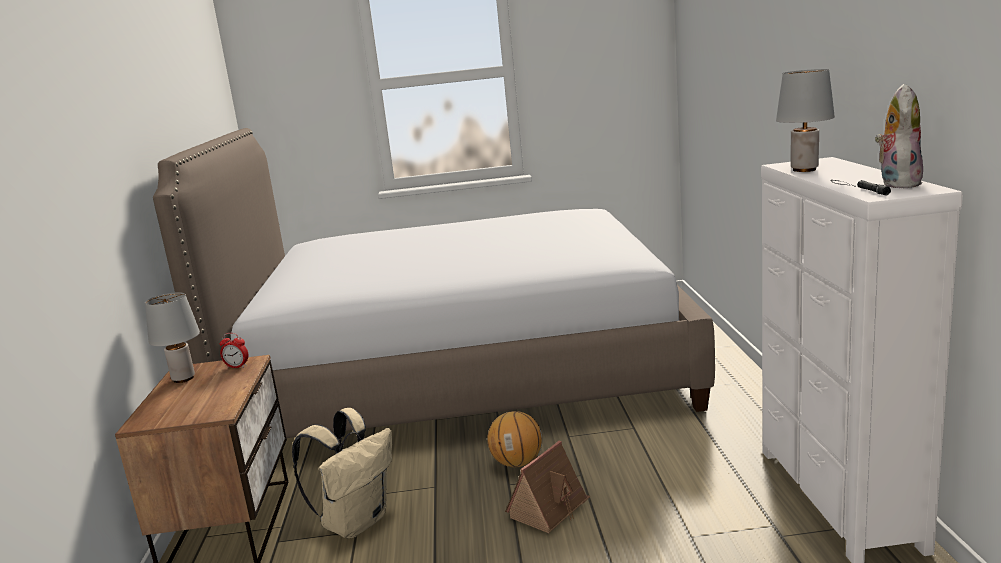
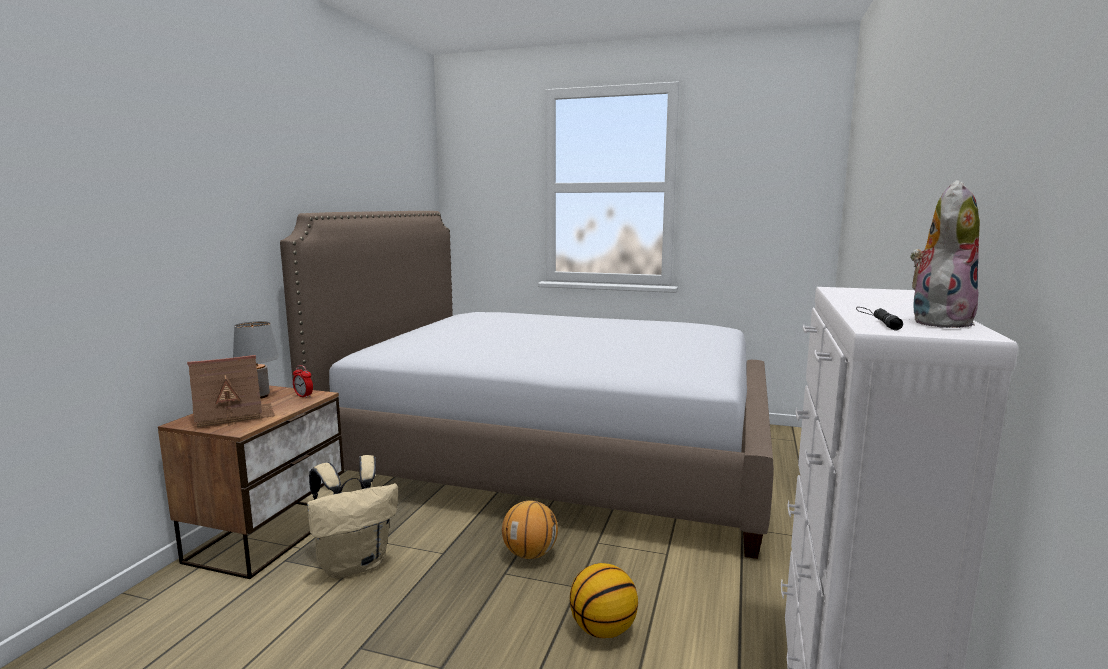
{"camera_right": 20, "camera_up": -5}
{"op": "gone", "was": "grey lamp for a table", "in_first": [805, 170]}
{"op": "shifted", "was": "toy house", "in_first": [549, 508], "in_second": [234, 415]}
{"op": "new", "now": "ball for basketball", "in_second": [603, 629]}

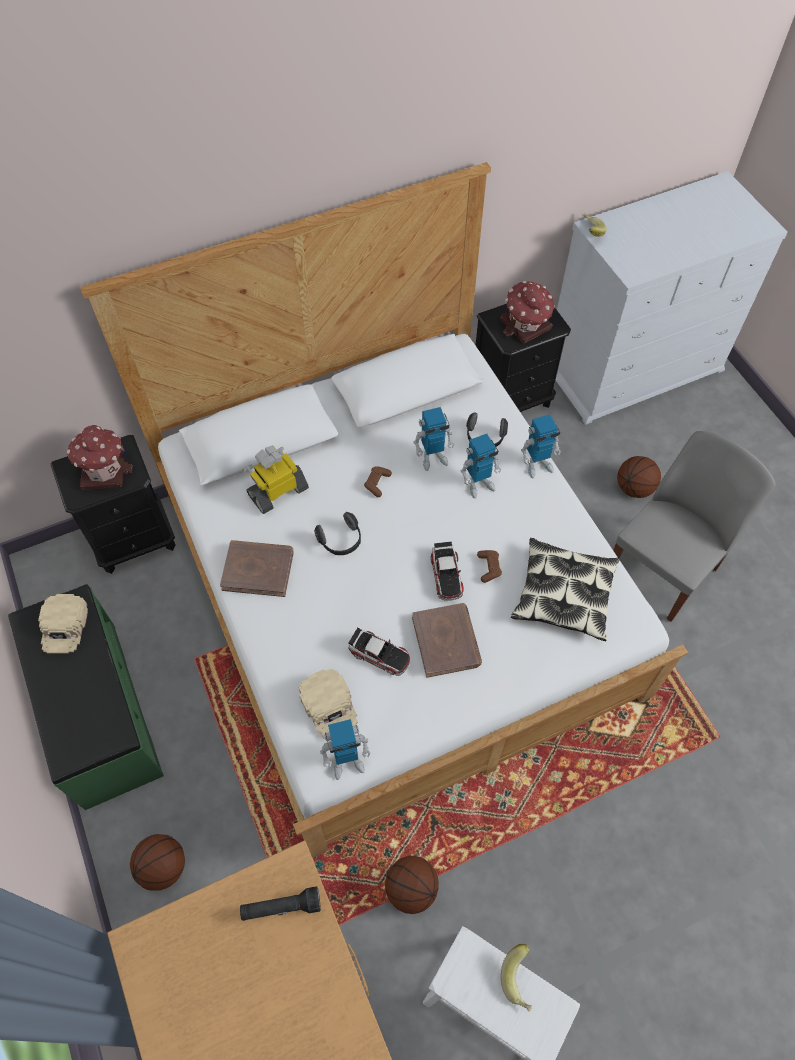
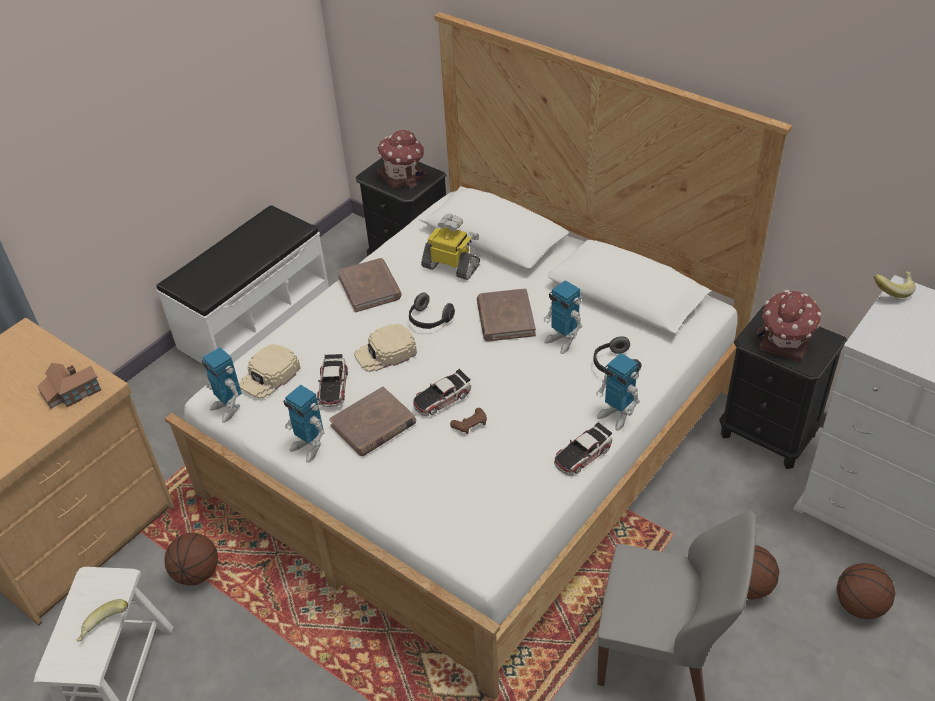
{"camera_right": 65, "camera_up": -15}
{"op": "shifted", "was": "toy robot", "in_first": [478, 484], "in_second": [309, 447]}
{"op": "swapped", "was": "brown game controller", "now": "brown volume", "in_first": [377, 483], "in_second": [505, 318]}
{"op": "gone", "was": "pillow", "in_first": [564, 594]}
{"op": "repainted", "was": "green long seat", "now": "white long seat", "in_first": [99, 713], "in_second": [254, 318]}
{"op": "shifted", "was": "sand-coloured baseball cap", "in_first": [64, 626], "in_second": [386, 353]}
{"op": "shifted", "was": "ball for basketball", "in_first": [163, 866], "in_second": [860, 605]}
{"op": "swapped", "was": "black-coloured torch", "now": "toy house", "in_first": [281, 907], "in_second": [71, 392]}
{"op": "new", "now": "model car", "in_second": [582, 454]}

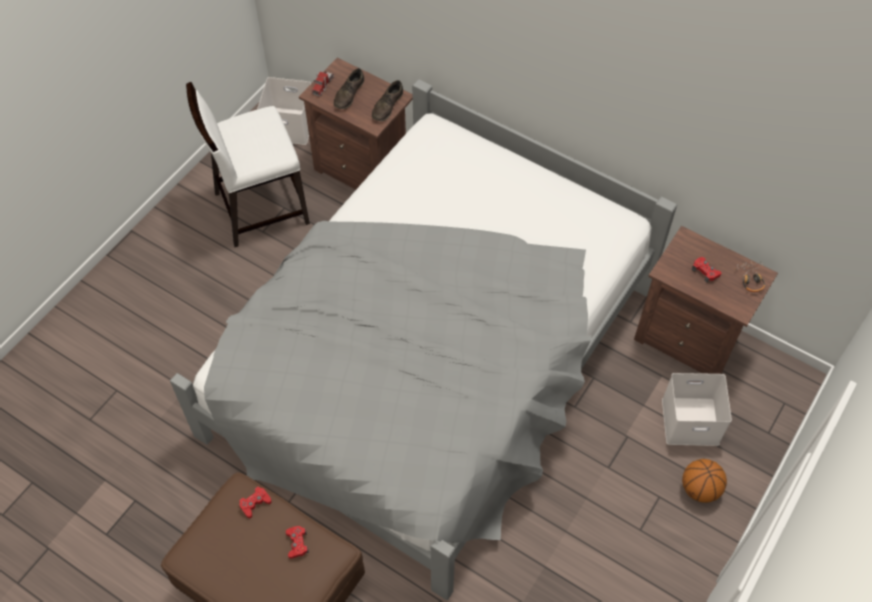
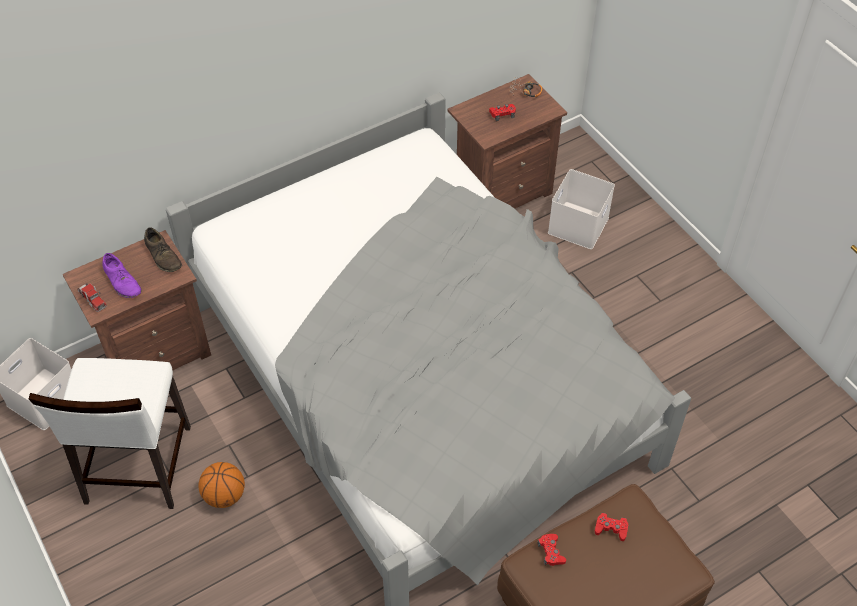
{"camera_right": -65, "camera_up": -5}
{"op": "repainted", "was": "brown item of footwear", "now": "purple item of footwear", "in_first": [349, 94], "in_second": [122, 281]}
{"op": "shifted", "was": "ball for basketball", "in_first": [700, 489], "in_second": [225, 495]}

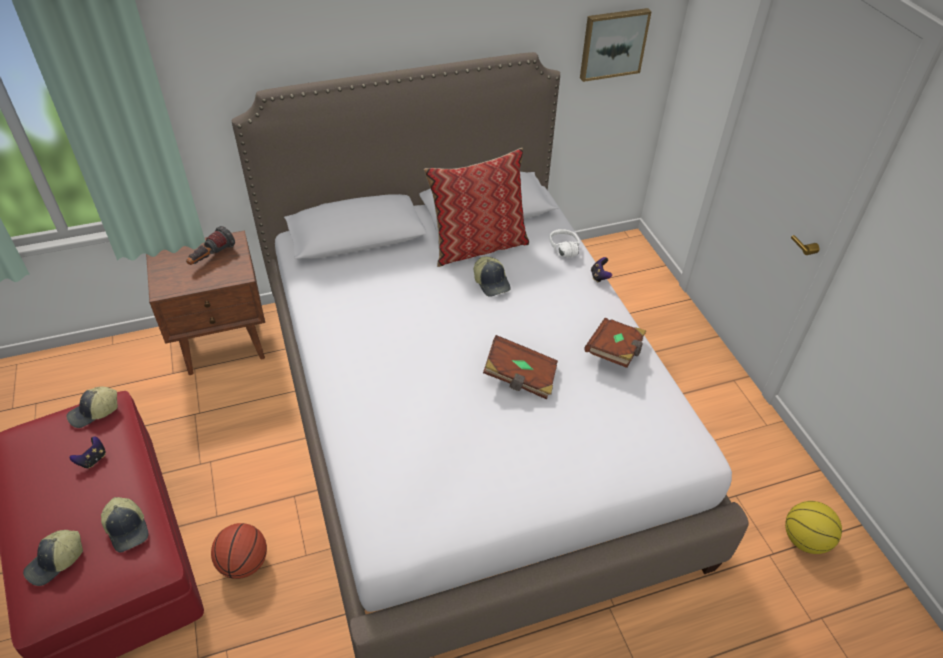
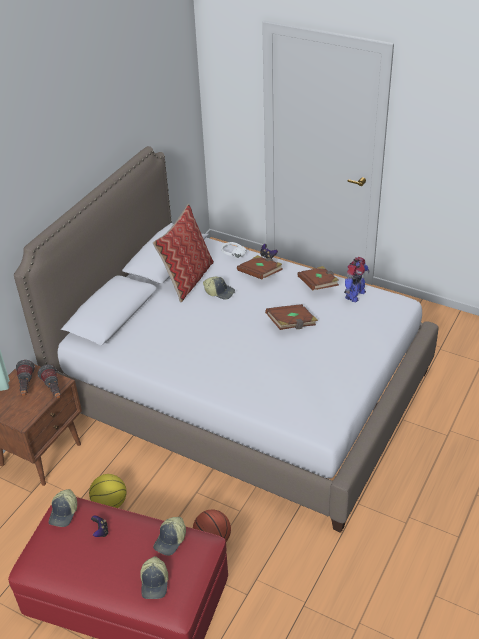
{"camera_right": -40, "camera_up": -5}
{"op": "gone", "was": "wall picture", "in_first": [613, 43]}
{"op": "rotated", "was": "baseball cap", "in_first": [128, 528], "in_second": [171, 540], "clockwise": 105}
{"op": "shifted", "was": "ball for basketball", "in_first": [804, 539], "in_second": [110, 503]}
{"op": "new", "now": "brown volume", "in_second": [260, 274]}
{"op": "new", "now": "toy robot", "in_second": [354, 295]}
{"op": "new", "now": "torch", "in_second": [53, 390]}

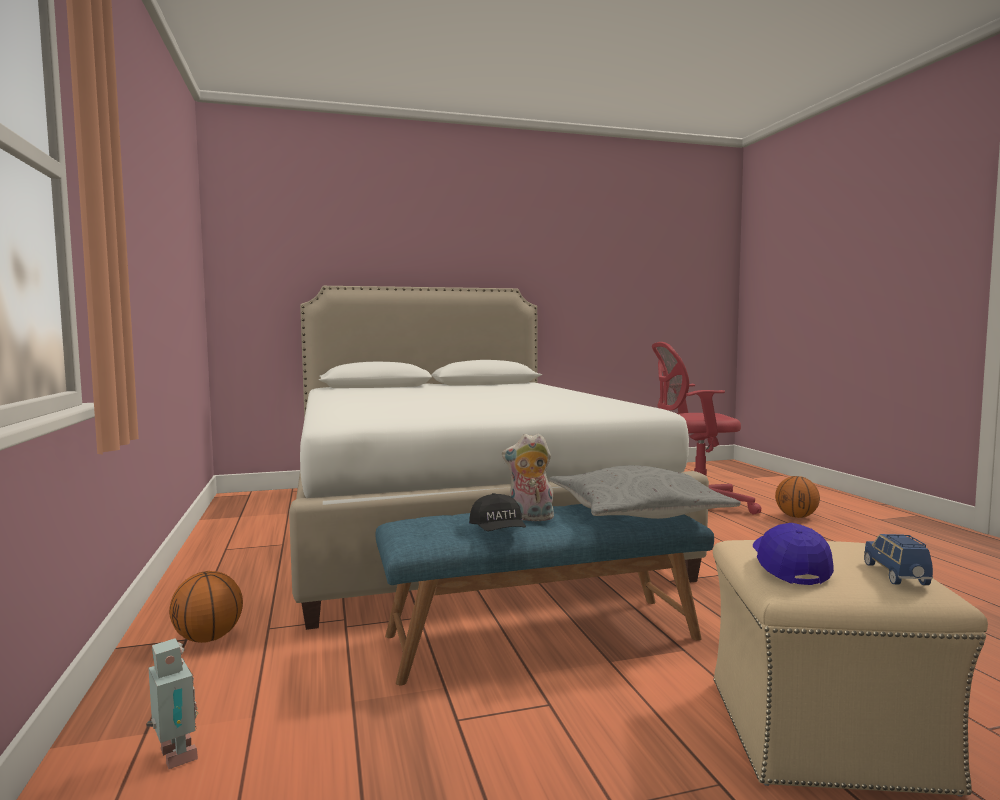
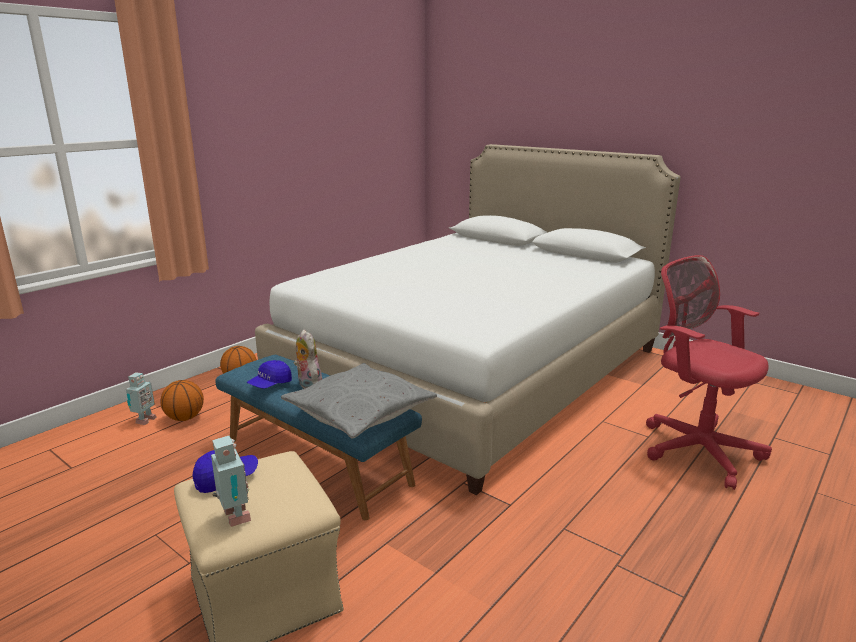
{"camera_right": 55, "camera_up": 15}
{"op": "shifted", "was": "ball for basketball", "in_first": [796, 516], "in_second": [185, 418]}
{"op": "repainted", "was": "black-coloured baseball cap", "now": "blue baseball cap", "in_first": [498, 531], "in_second": [270, 384]}
{"op": "swapped", "was": "blue model car", "now": "toy robot", "in_first": [896, 575], "in_second": [234, 518]}

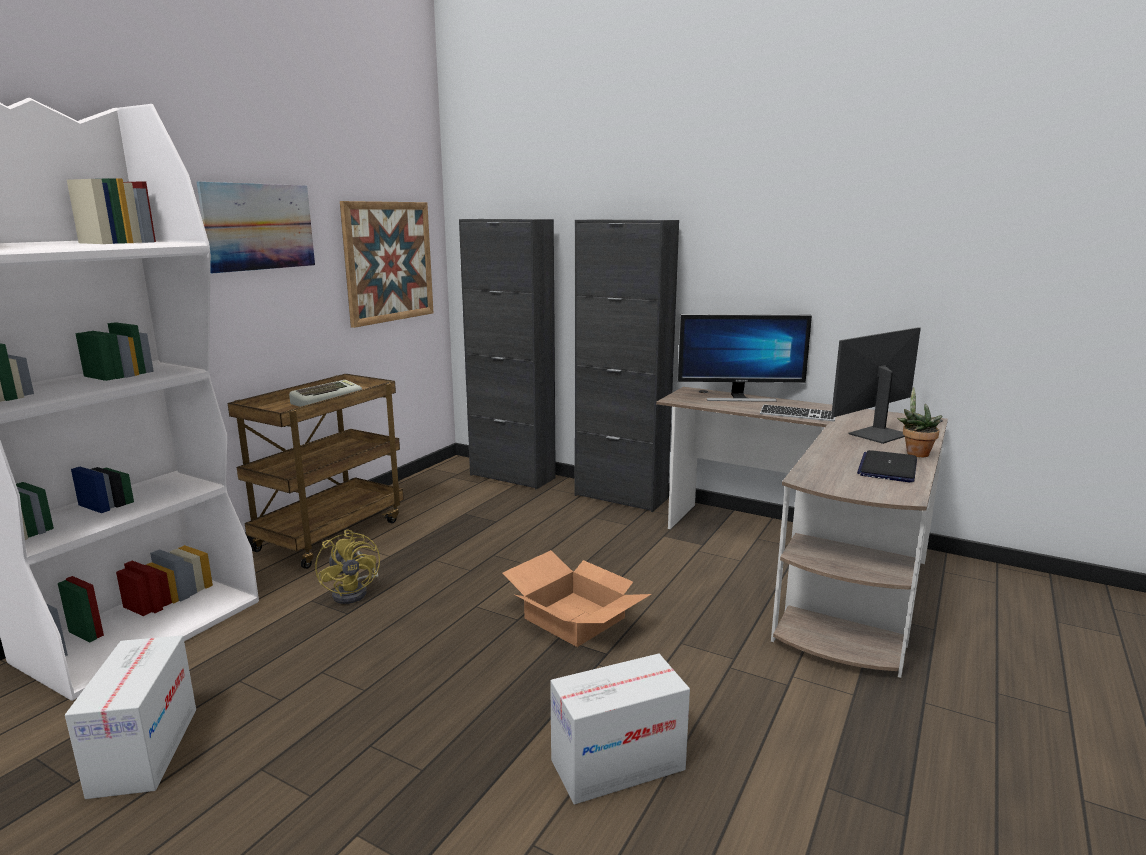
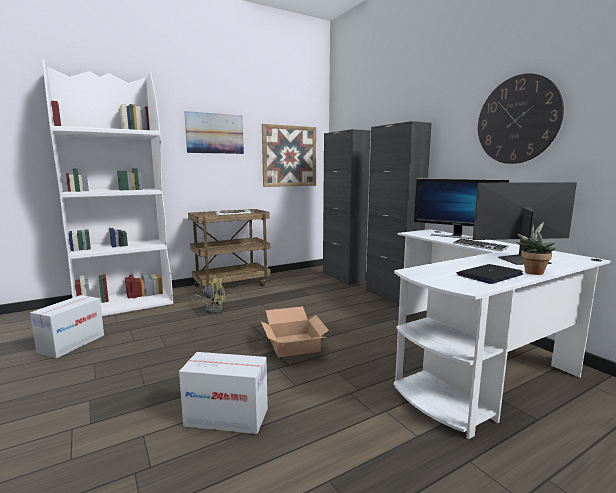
{"camera_right": 30, "camera_up": -5}
{"op": "repainted", "was": "brown desk", "now": "white desk", "in_first": [810, 569], "in_second": [475, 357]}
{"op": "rotated", "was": "yellow-coloured electric fan", "in_first": [355, 592], "in_second": [212, 309], "clockwise": -90}
{"op": "new", "now": "hanging clock", "in_second": [517, 120]}

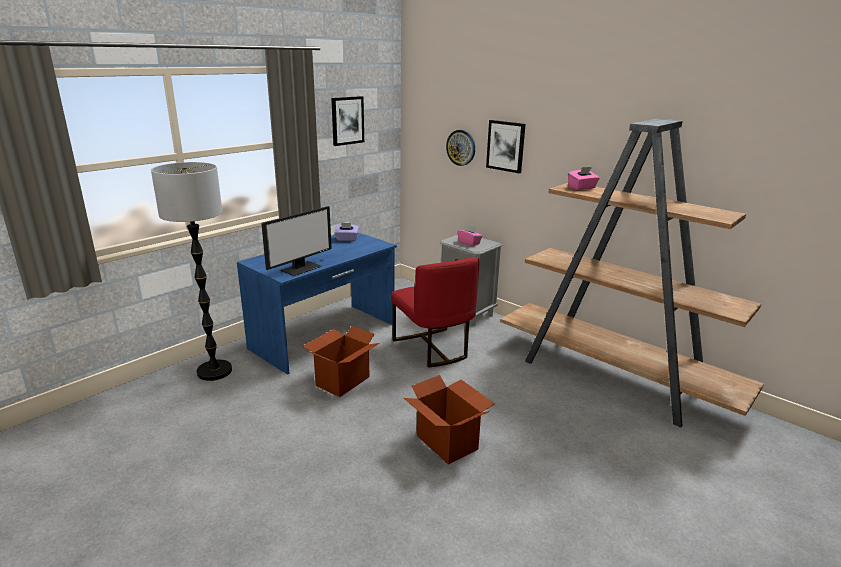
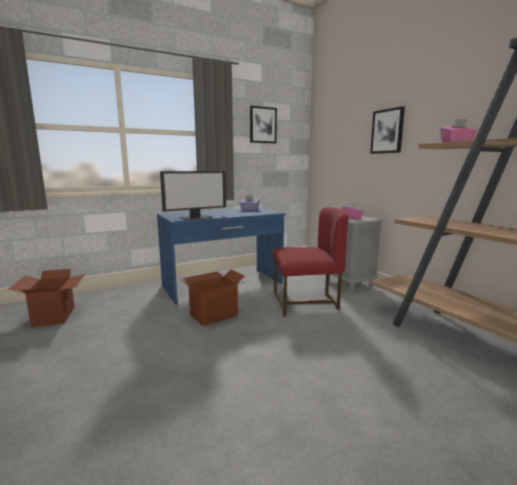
{"camera_right": 20, "camera_up": -10}
{"op": "gone", "was": "hanging clock", "in_first": [461, 147]}
{"op": "gone", "was": "standing lamp", "in_first": [214, 371]}
{"op": "rotated", "was": "red plain chair", "in_first": [433, 348], "in_second": [306, 303], "clockwise": -90}
{"op": "shifted", "was": "cardboard box", "in_first": [447, 442], "in_second": [55, 316]}

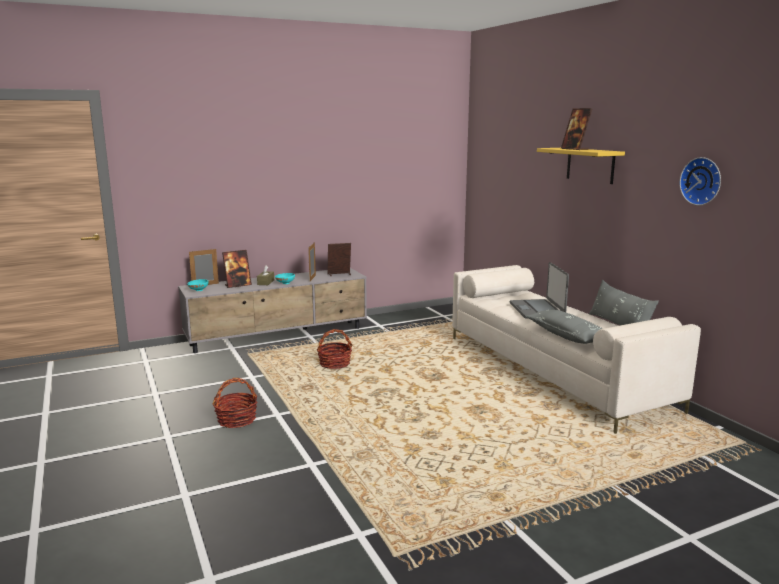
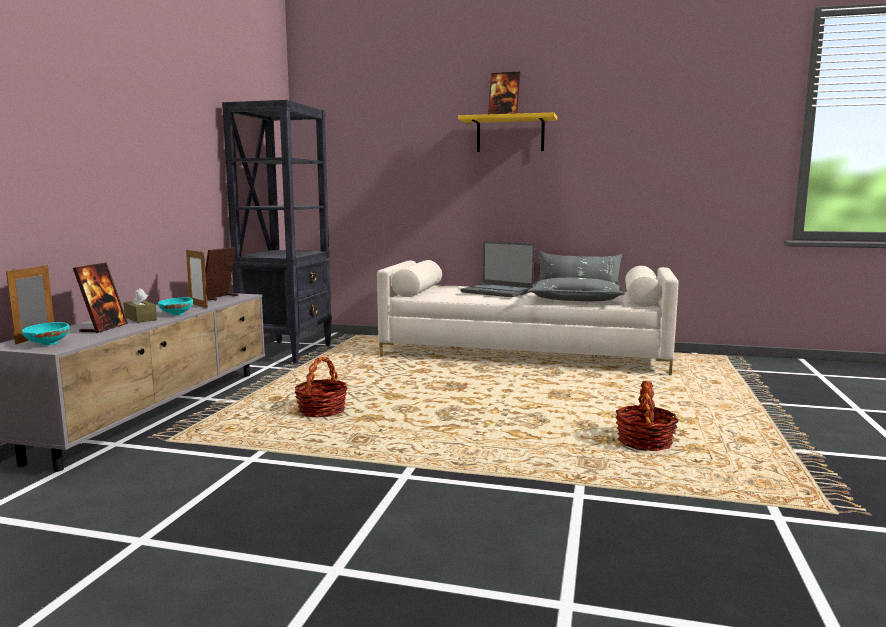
{"camera_right": -50, "camera_up": -5}
{"op": "gone", "was": "hanging clock", "in_first": [702, 181]}
{"op": "shifted", "was": "storage basket", "in_first": [236, 420], "in_second": [644, 442]}
{"op": "new", "now": "black-coloured bookshelf", "in_second": [287, 351]}

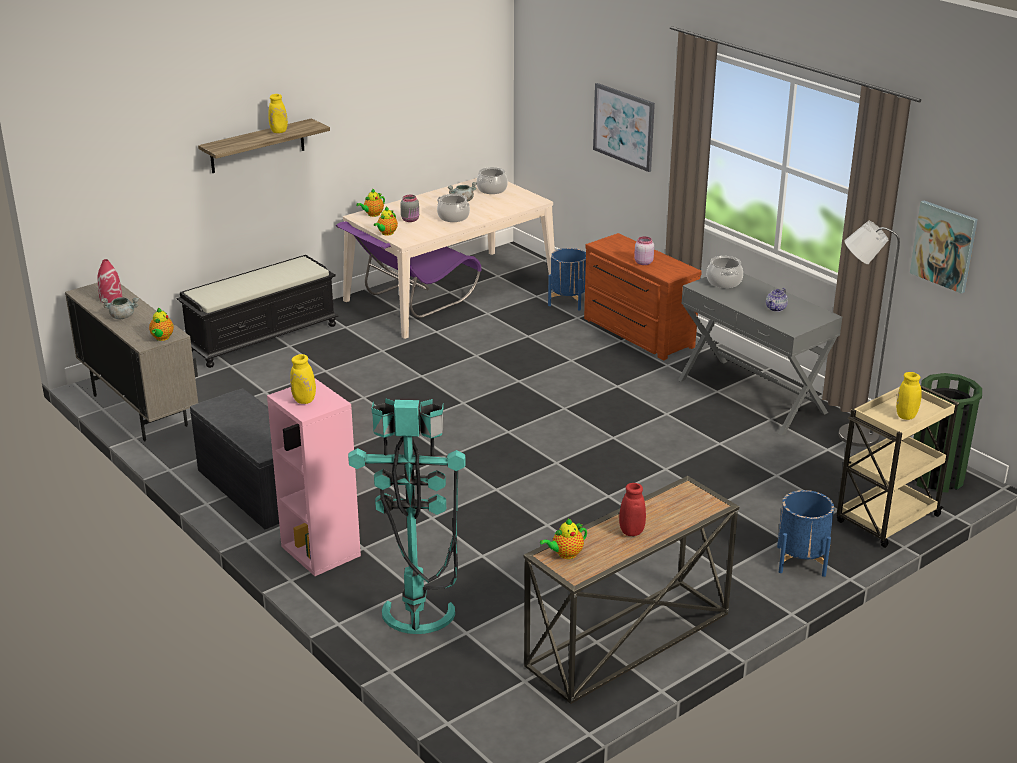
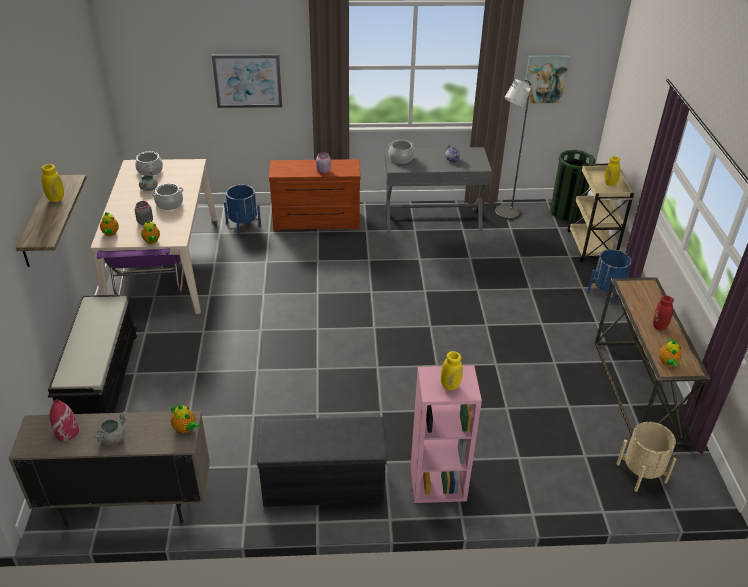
{"camera_right": -55, "camera_up": 10}
{"op": "gone", "was": "turquoise standing lamp", "in_first": [416, 627]}
{"op": "new", "now": "sand-coloured planter", "in_second": [641, 473]}

